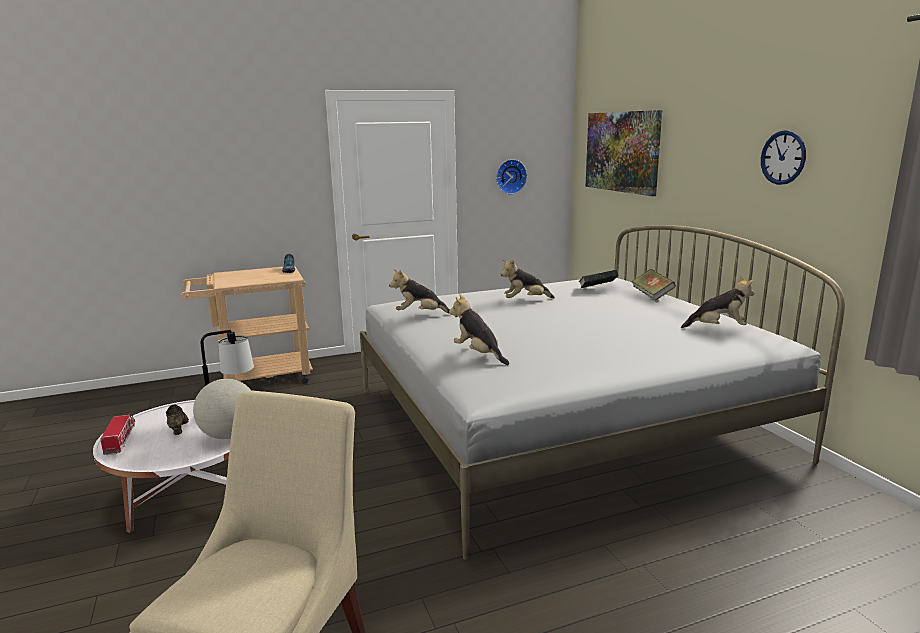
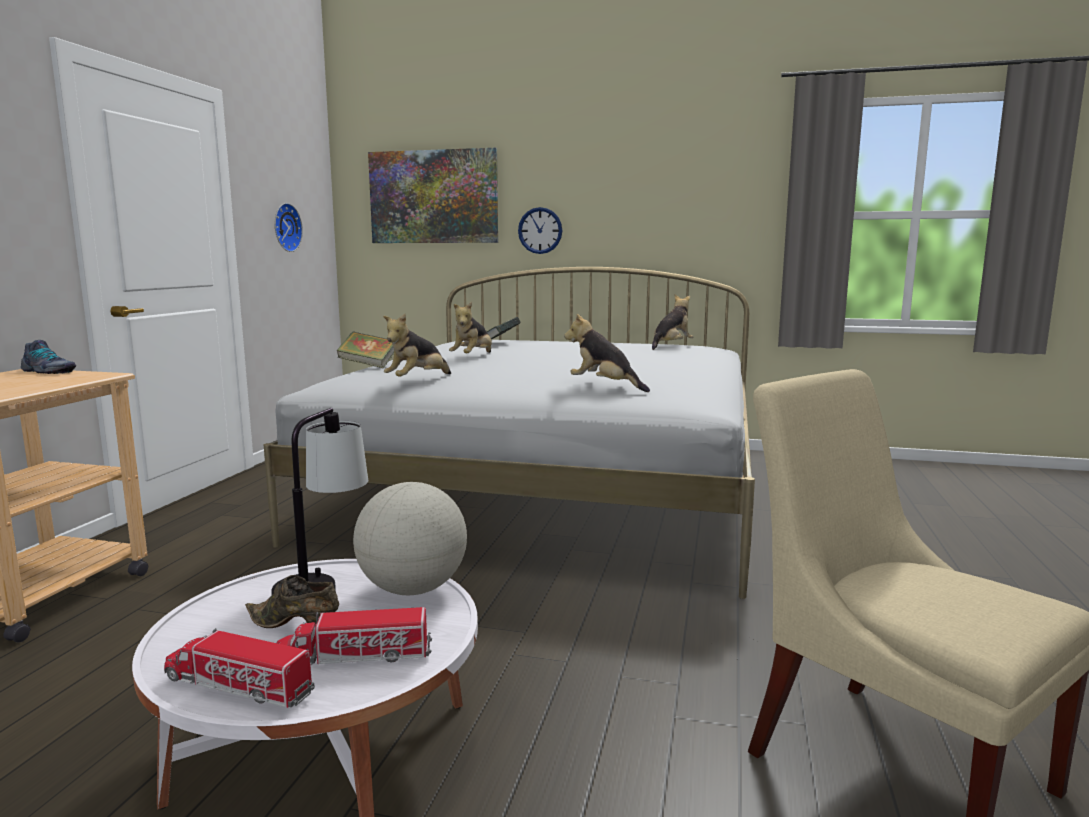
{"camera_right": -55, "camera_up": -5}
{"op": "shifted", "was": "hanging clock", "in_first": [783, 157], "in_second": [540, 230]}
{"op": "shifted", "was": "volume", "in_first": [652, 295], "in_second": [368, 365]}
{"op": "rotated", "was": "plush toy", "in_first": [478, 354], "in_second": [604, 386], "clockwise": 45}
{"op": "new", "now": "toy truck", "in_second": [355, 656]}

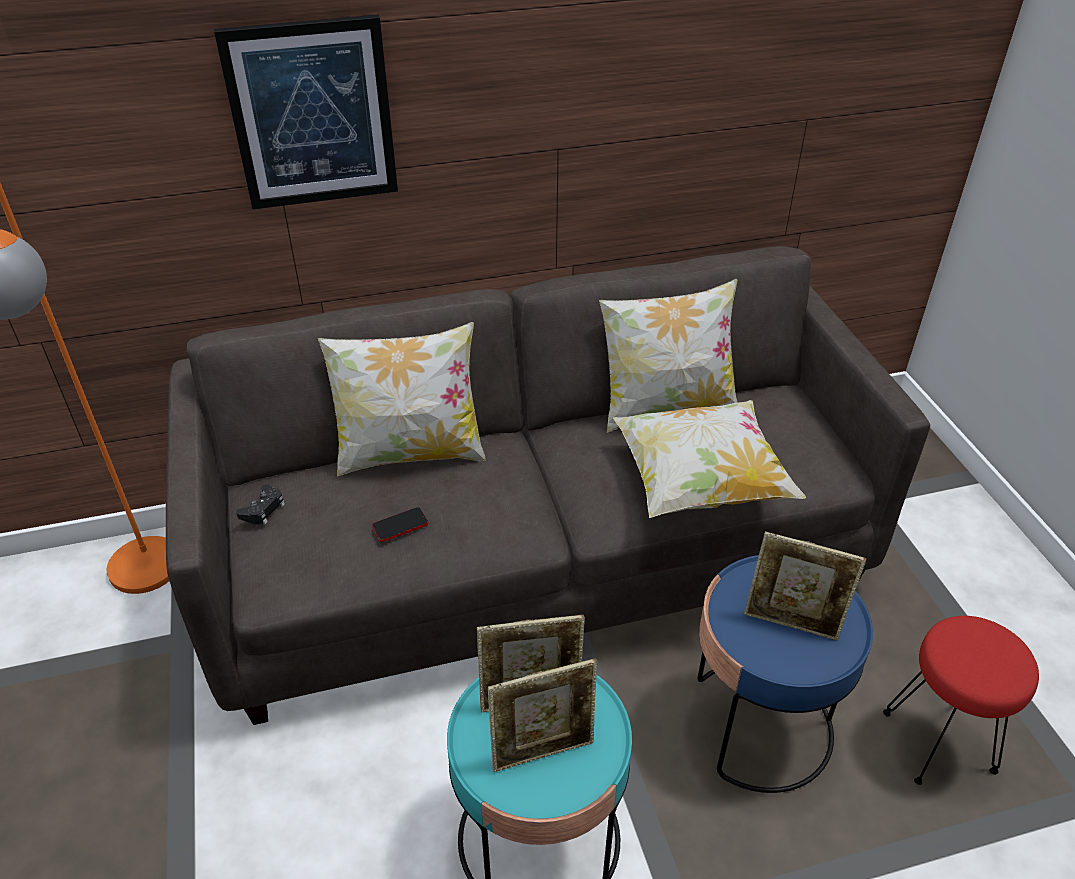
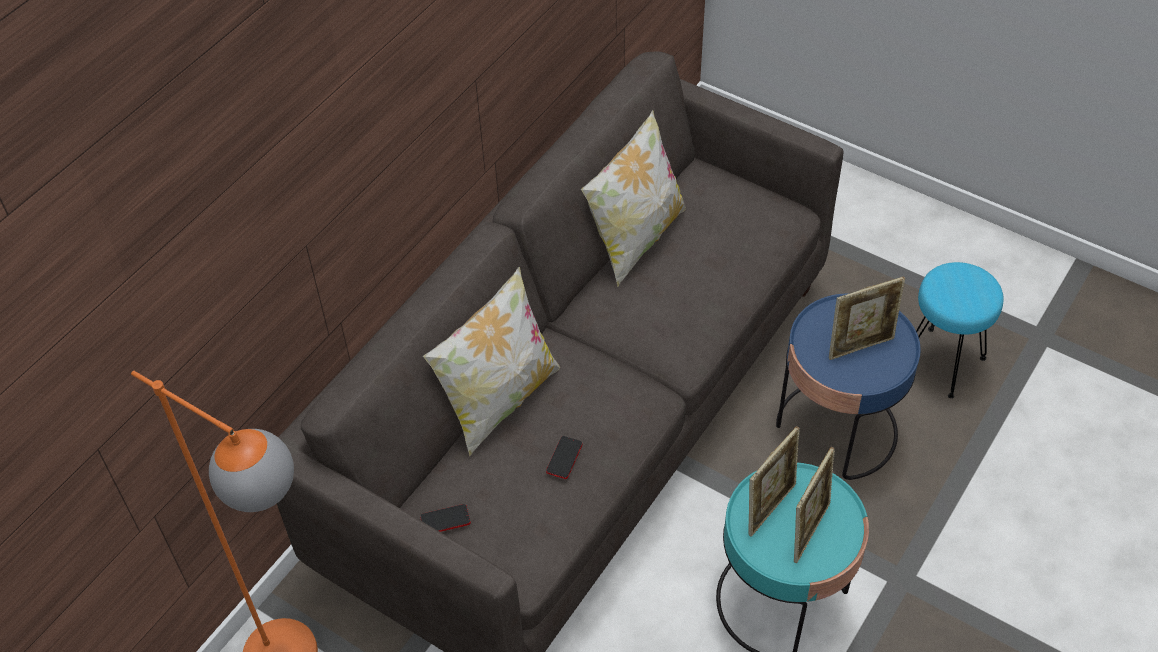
{"camera_right": -40, "camera_up": 10}
{"op": "gone", "was": "wall picture", "in_first": [312, 114]}
{"op": "gone", "was": "pillow", "in_first": [700, 483]}
{"op": "swapped", "was": "black-coloured game controller", "now": "telephone", "in_first": [263, 509], "in_second": [445, 520]}
{"op": "repainted", "was": "red stool", "now": "turquoise stool", "in_first": [938, 743], "in_second": [942, 363]}

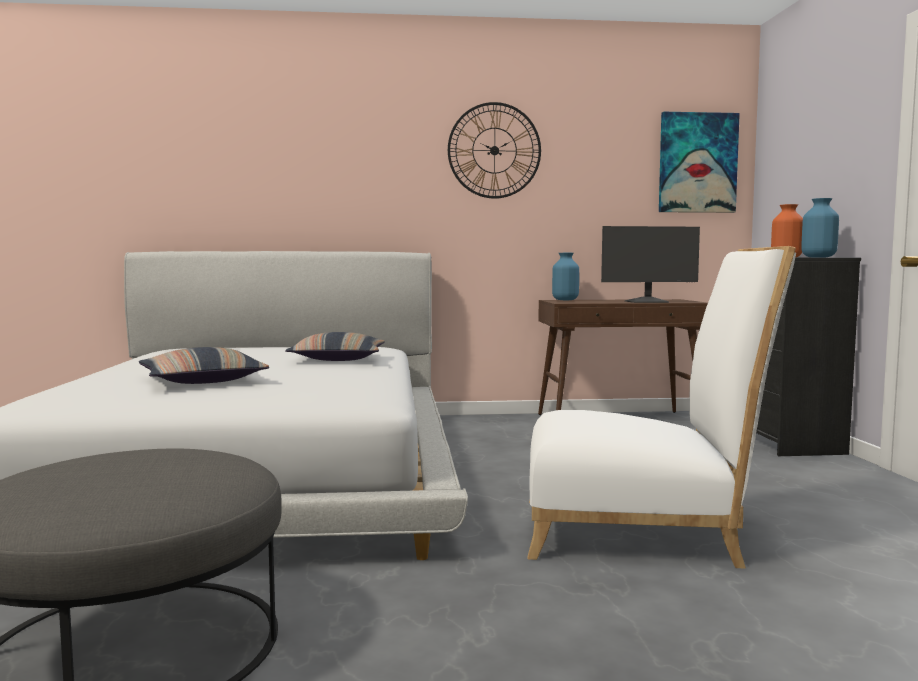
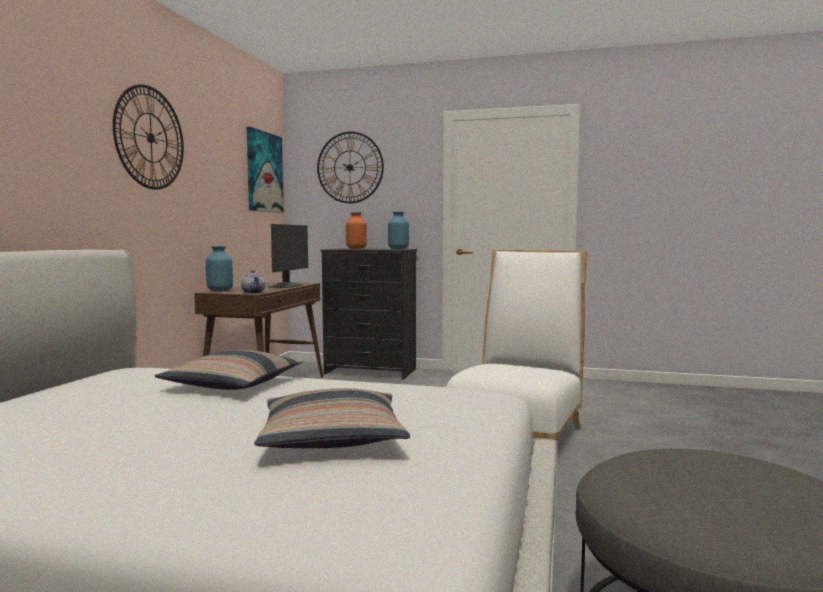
{"camera_right": -70, "camera_up": 0}
{"op": "new", "now": "hanging clock", "in_second": [350, 167]}
{"op": "new", "now": "teapot", "in_second": [253, 292]}

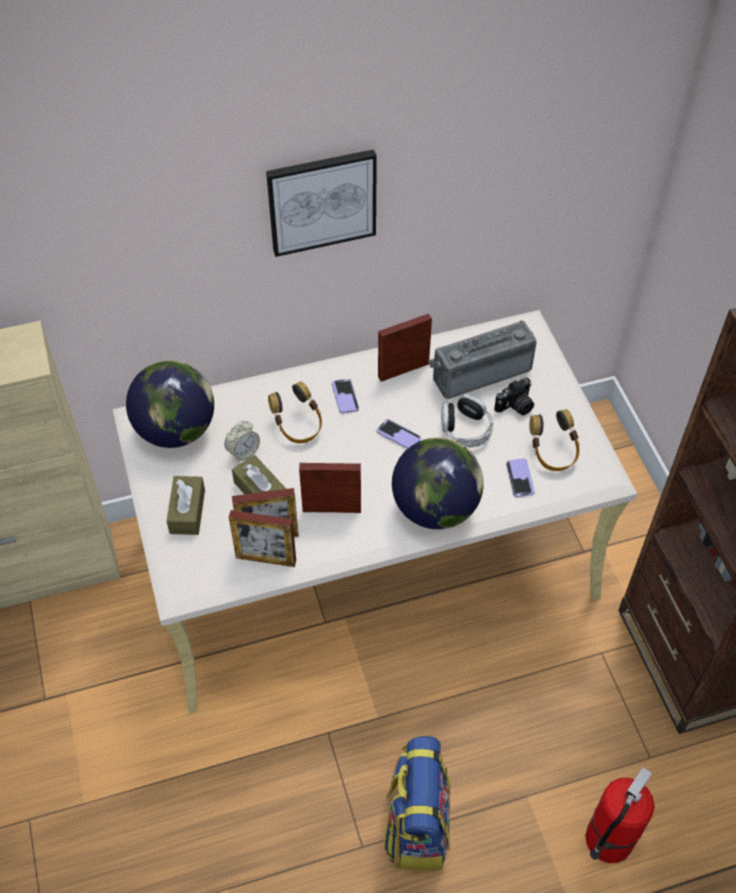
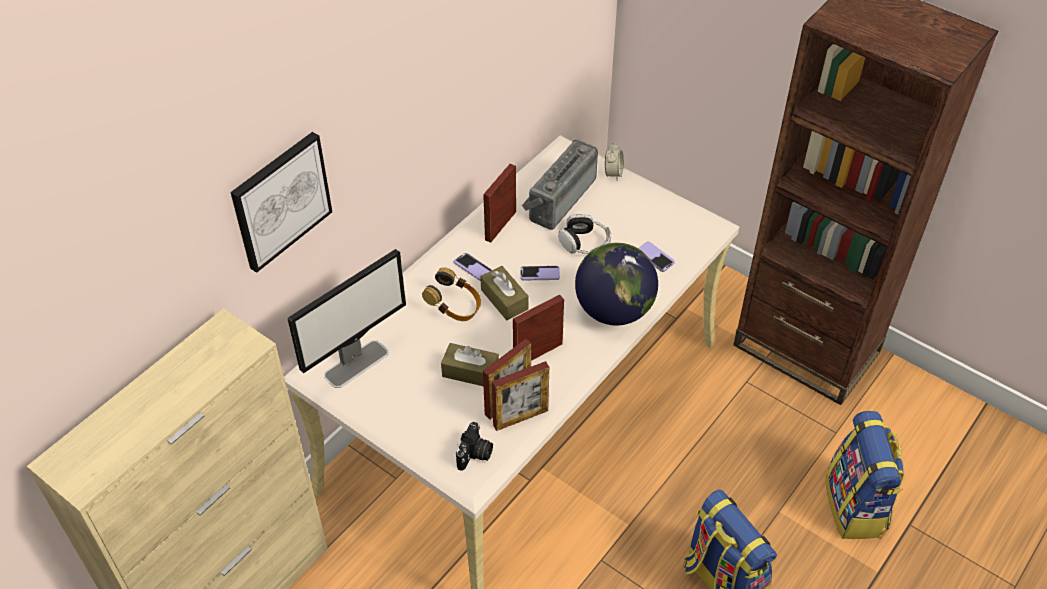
{"camera_right": -35, "camera_up": -5}
{"op": "shifted", "was": "wall picture", "in_first": [322, 201], "in_second": [280, 200]}
{"op": "swapped", "was": "desk globe", "now": "computer screen", "in_first": [176, 430], "in_second": [357, 363]}
{"op": "shifted", "was": "still camera", "in_first": [515, 406], "in_second": [475, 455]}
{"op": "gone", "was": "headphones", "in_first": [553, 452]}
{"op": "shifted", "was": "bedside clock", "in_first": [243, 452], "in_second": [613, 173]}
{"op": "shifted", "was": "brown box of tissues", "in_first": [187, 511], "in_second": [504, 299]}
{"op": "swapped", "was": "fire extinguisher", "now": "rucksack", "in_first": [608, 841], "in_second": [856, 506]}

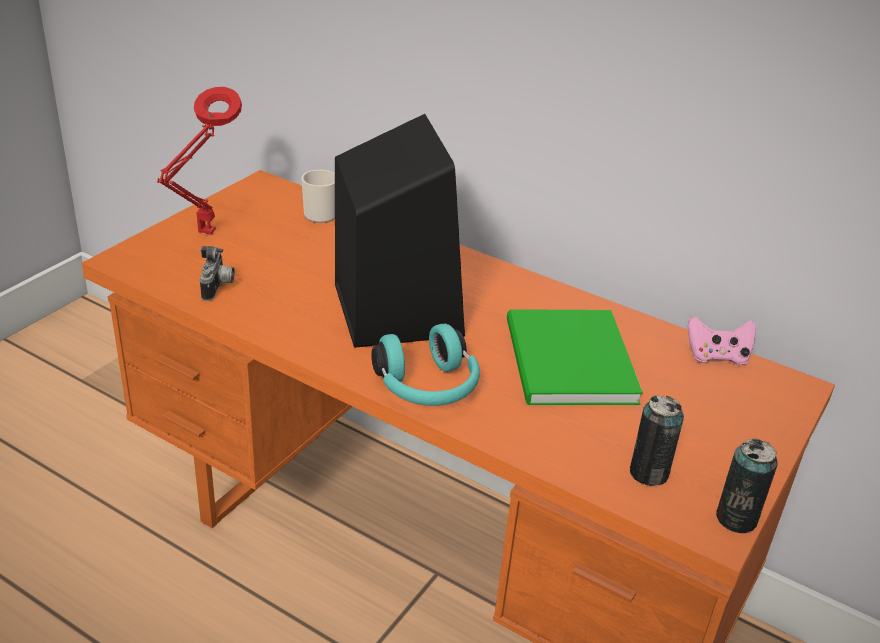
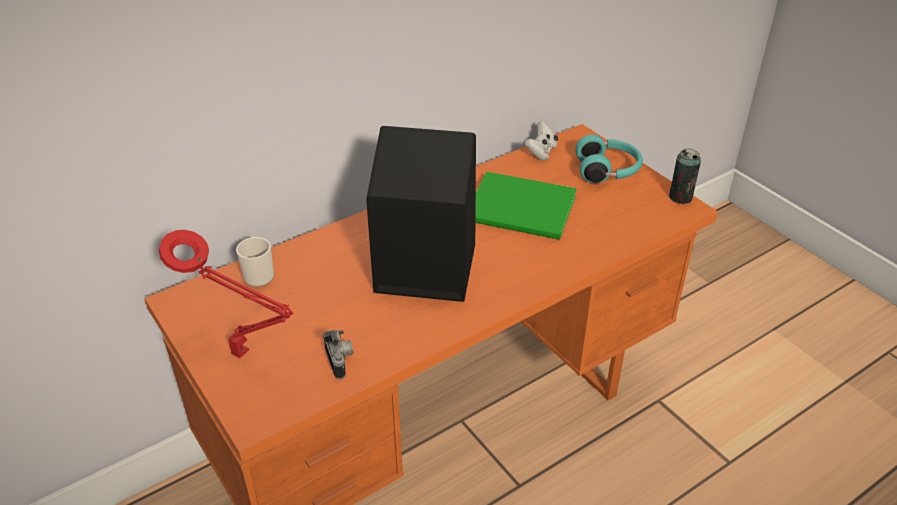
{"camera_right": -65, "camera_up": 5}
{"op": "rotated", "was": "still camera", "in_first": [218, 288], "in_second": [340, 361], "clockwise": 45}
{"op": "repainted", "was": "pink game controller", "now": "white game controller", "in_first": [717, 356], "in_second": [541, 152]}
{"op": "shifted", "was": "turquoise headphones", "in_first": [427, 388], "in_second": [608, 171]}
{"op": "gone", "was": "metal can", "in_first": [649, 473]}

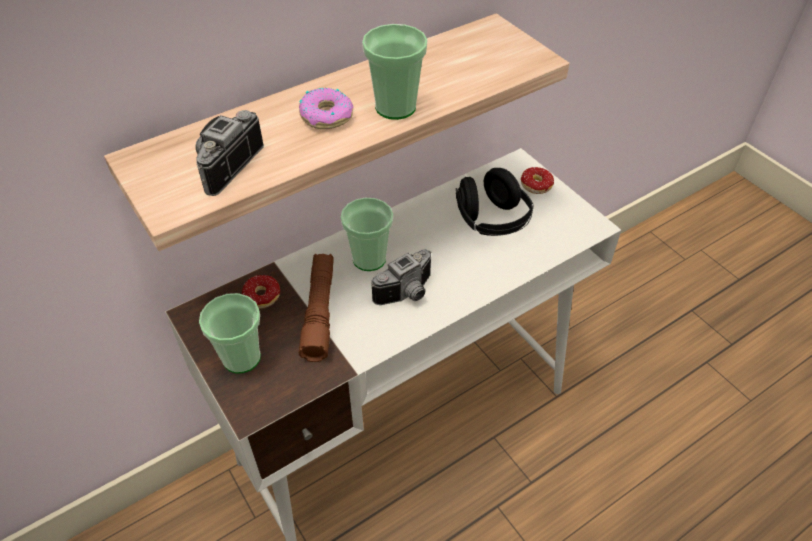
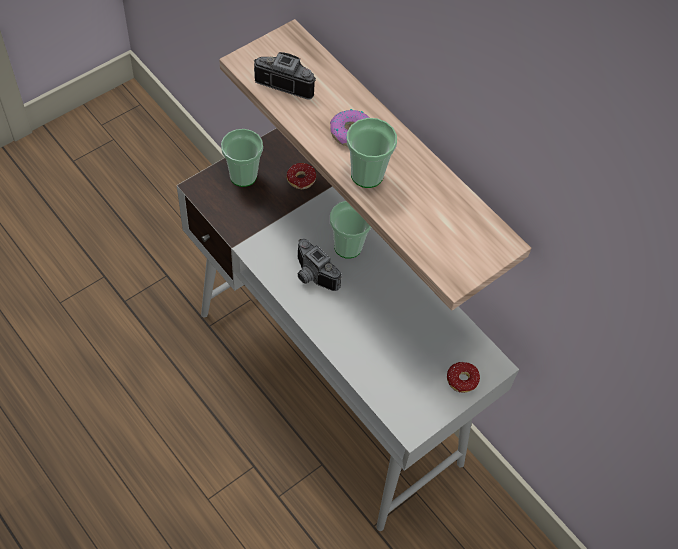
{"camera_right": 80, "camera_up": 10}
{"op": "gone", "was": "black-coloured headphones", "in_first": [491, 221]}
{"op": "gone", "was": "brown torch", "in_first": [319, 311]}

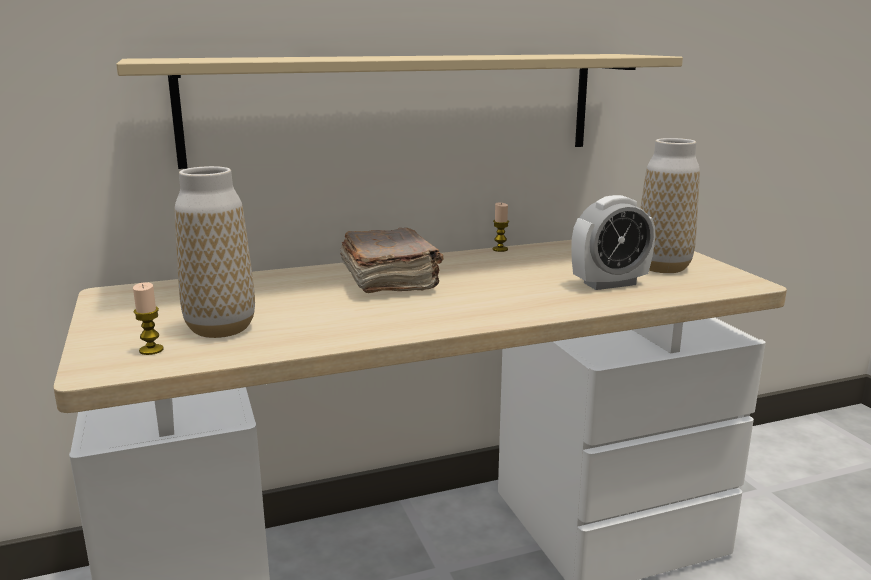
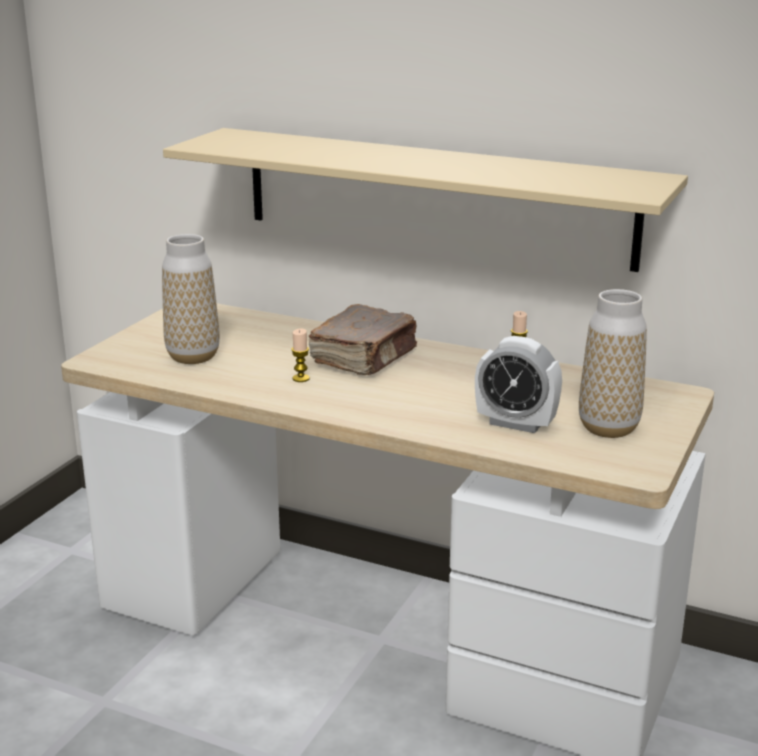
{"camera_right": 45, "camera_up": 5}
{"op": "shifted", "was": "candle", "in_first": [151, 350], "in_second": [301, 378]}

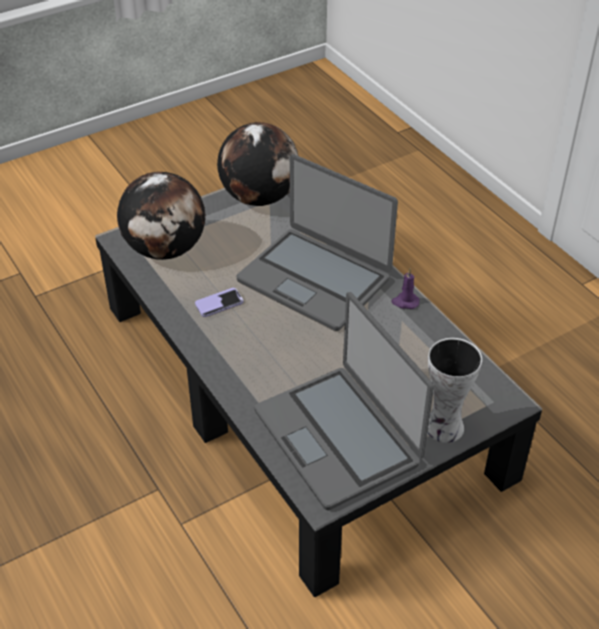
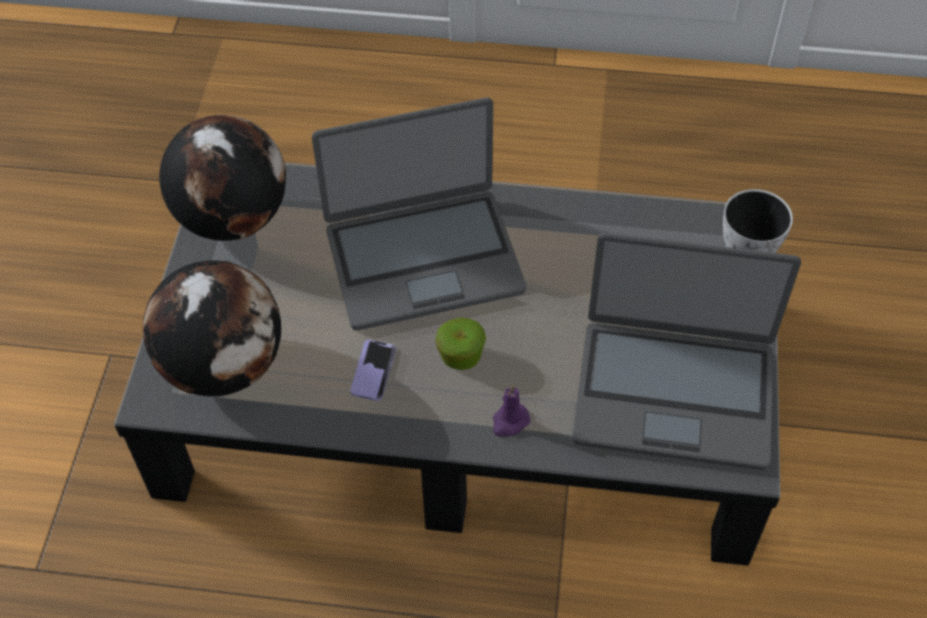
{"camera_right": -50, "camera_up": 10}
{"op": "shifted", "was": "purple candle", "in_first": [405, 302], "in_second": [509, 421]}
{"op": "new", "now": "whole apple", "in_second": [461, 356]}

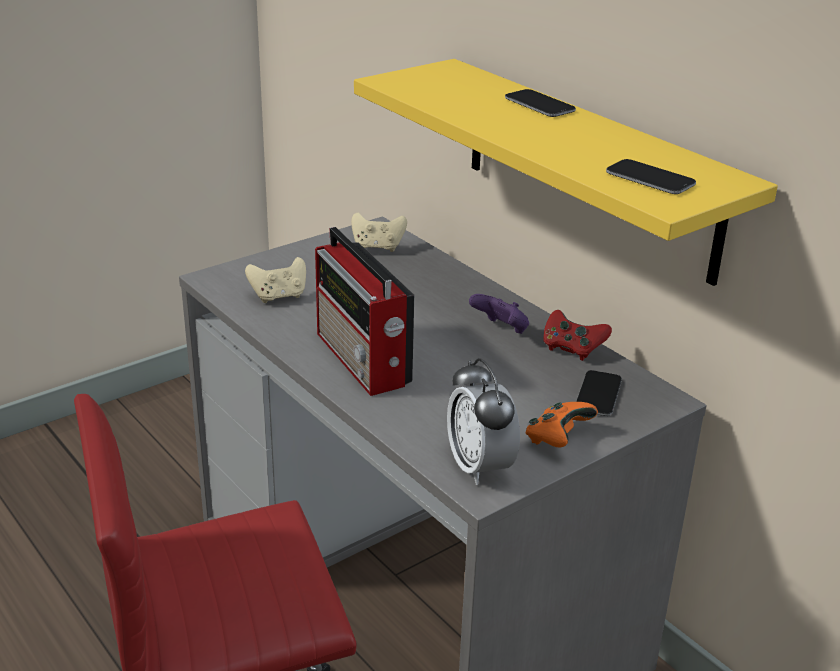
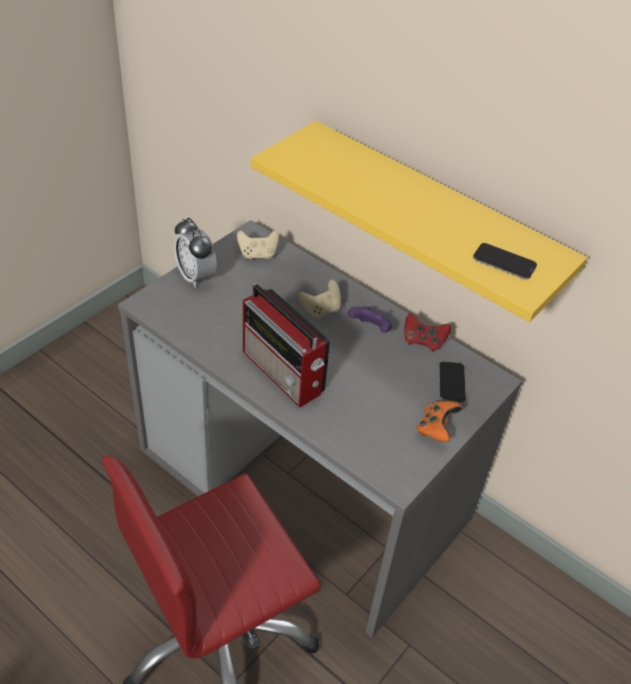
{"camera_right": -15, "camera_up": 15}
{"op": "gone", "was": "telephone", "in_first": [539, 105]}
{"op": "shifted", "was": "sand-coloured game controller", "in_first": [279, 296], "in_second": [321, 310]}
{"op": "shifted", "was": "bedside clock", "in_first": [480, 467], "in_second": [196, 276]}

